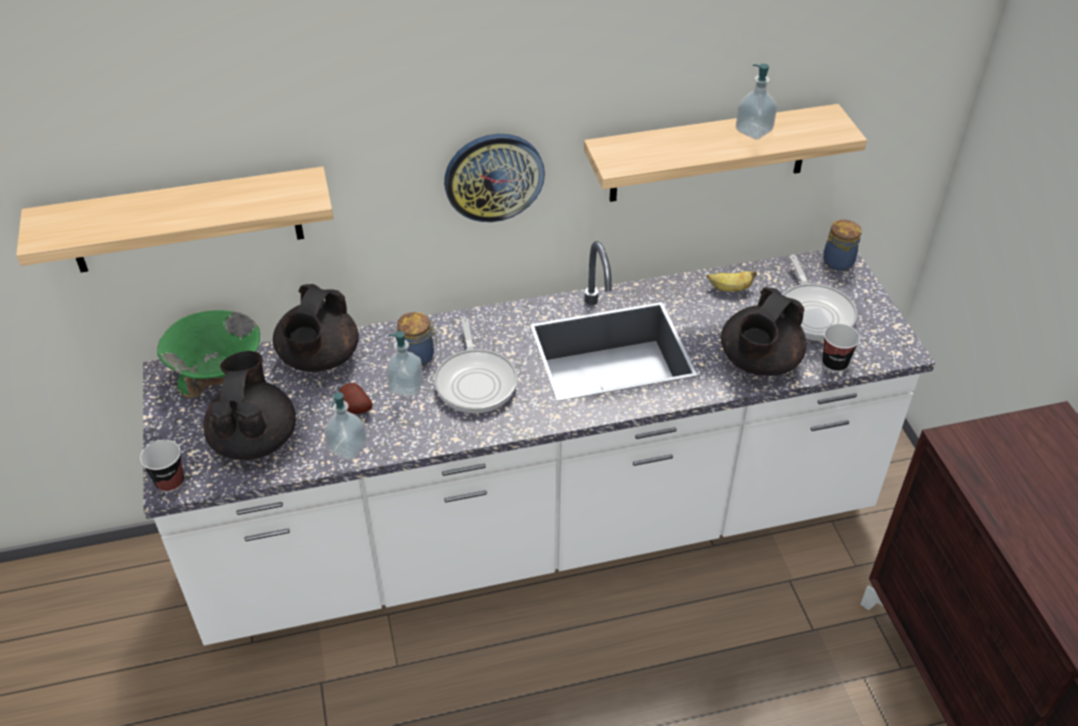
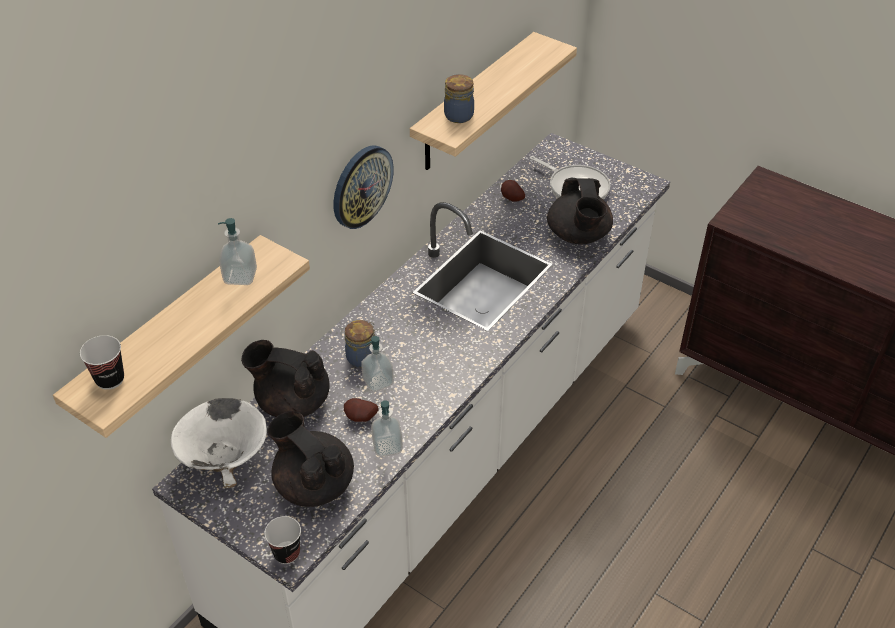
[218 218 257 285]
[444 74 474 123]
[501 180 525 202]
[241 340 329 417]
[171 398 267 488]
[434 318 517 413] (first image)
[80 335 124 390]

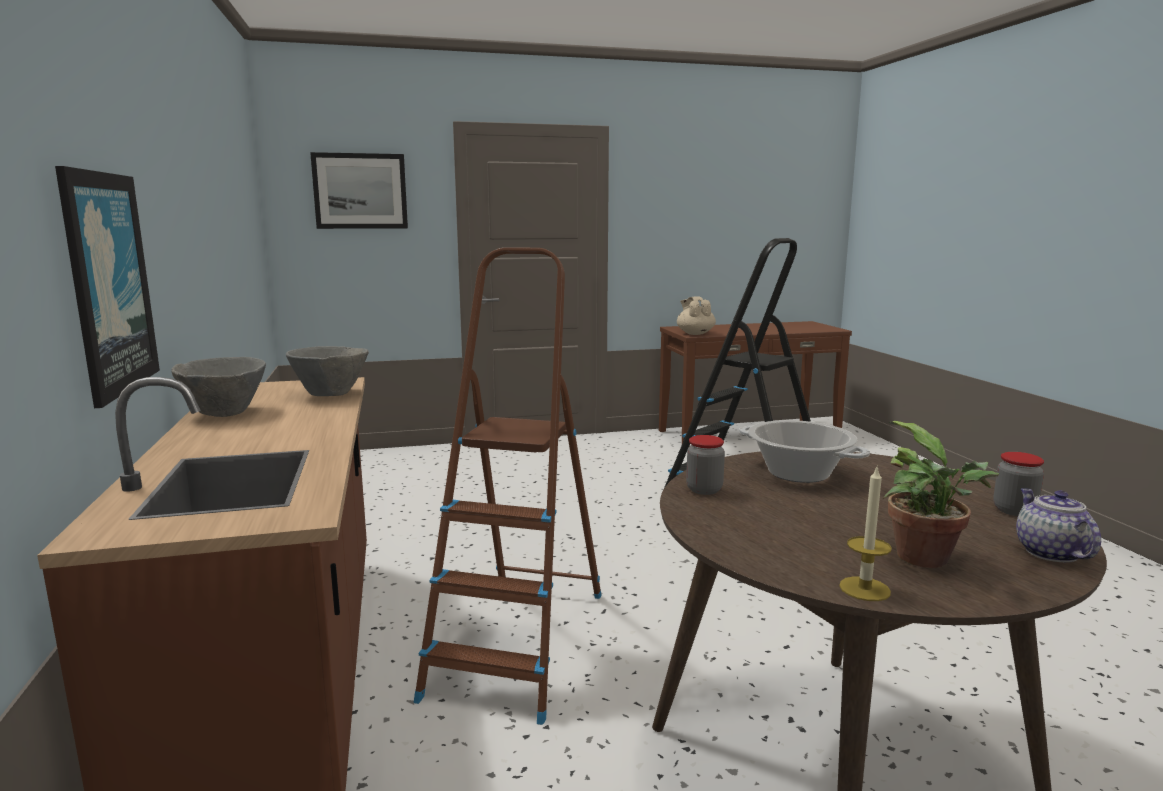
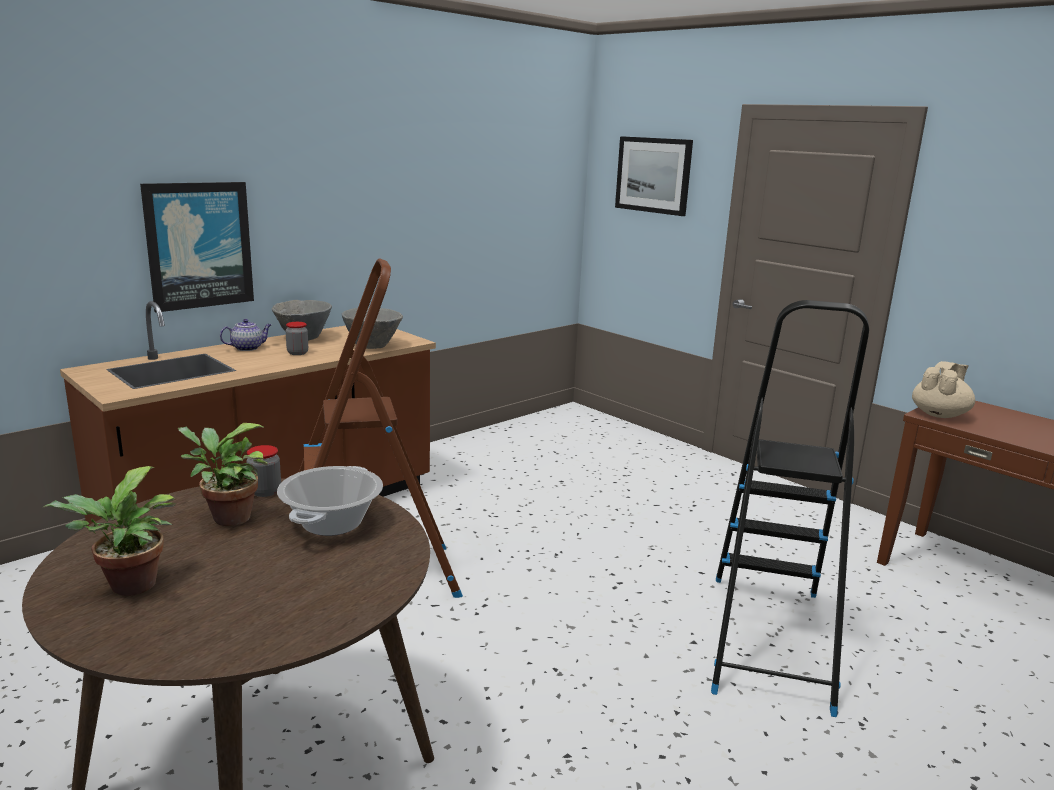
[286 322 308 355]
[839 465 892 601] (first image)
[220 319 271 351]
[178 423 268 526]

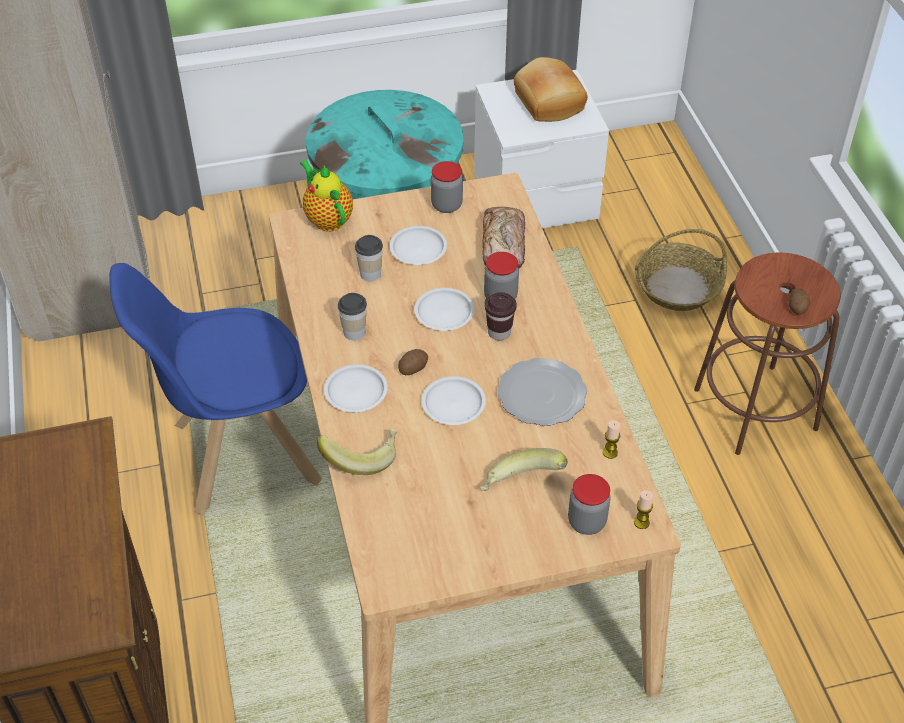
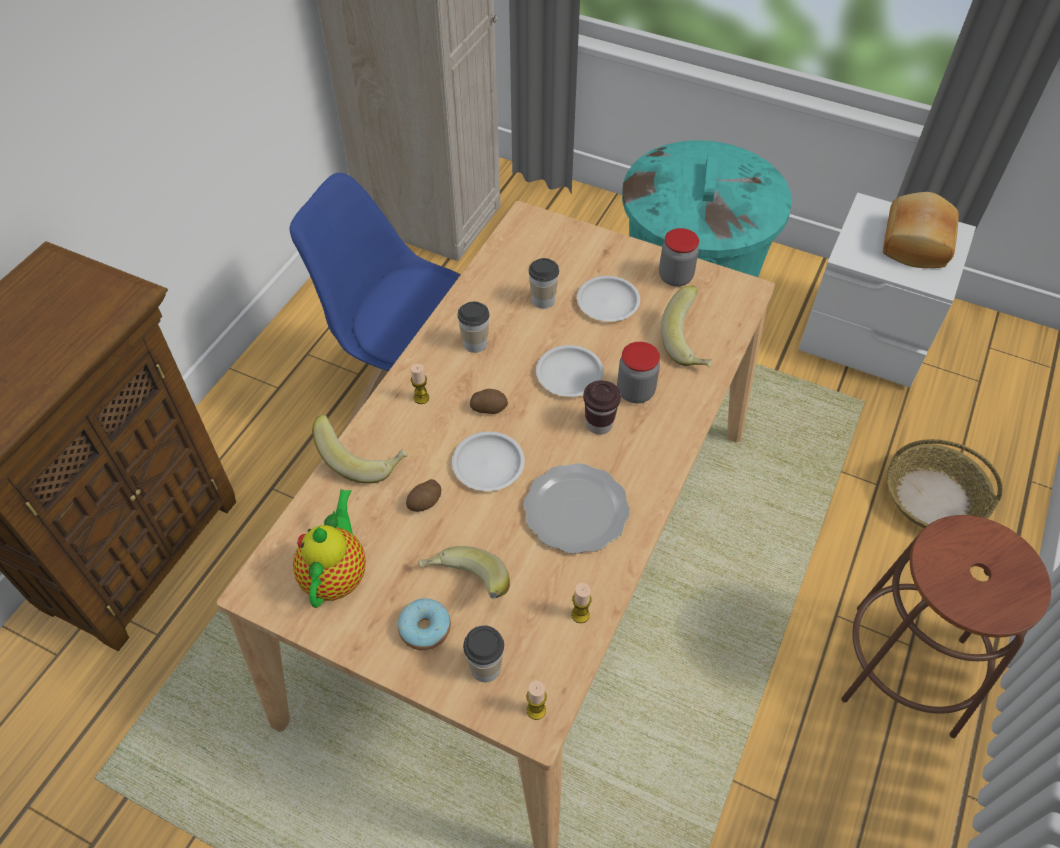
[293 489 366 608]
[661 286 712 367]
[406 479 441 512]
[411 364 429 404]
[463 625 504 682]
[398 598 451 650]

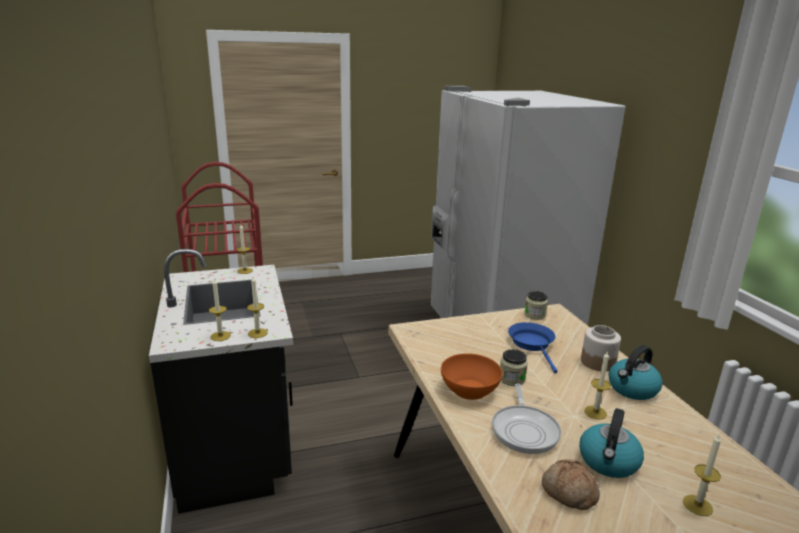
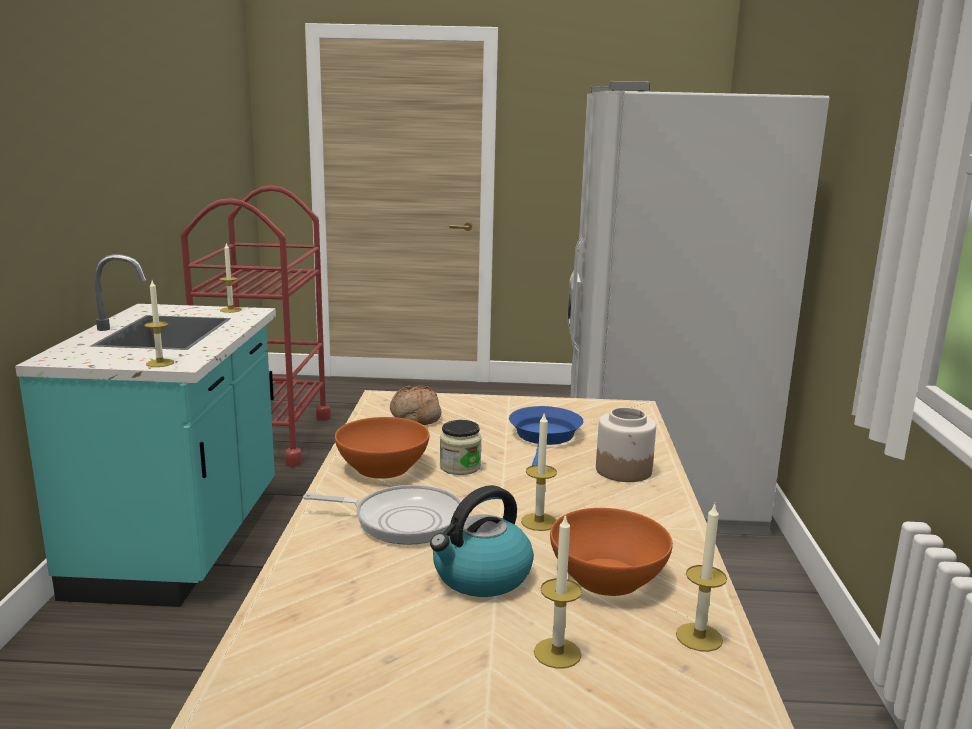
[15 254 276 607]
[676 503 727 652]
[524 291 548 320] (first image)
[609 345 663 400] (first image)
[303 485 461 545]
[390 385 441 425]
[550 508 673 596]

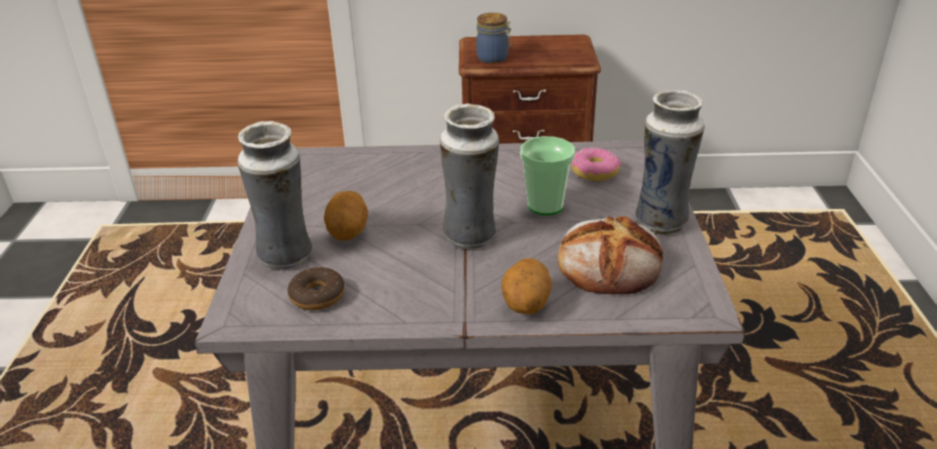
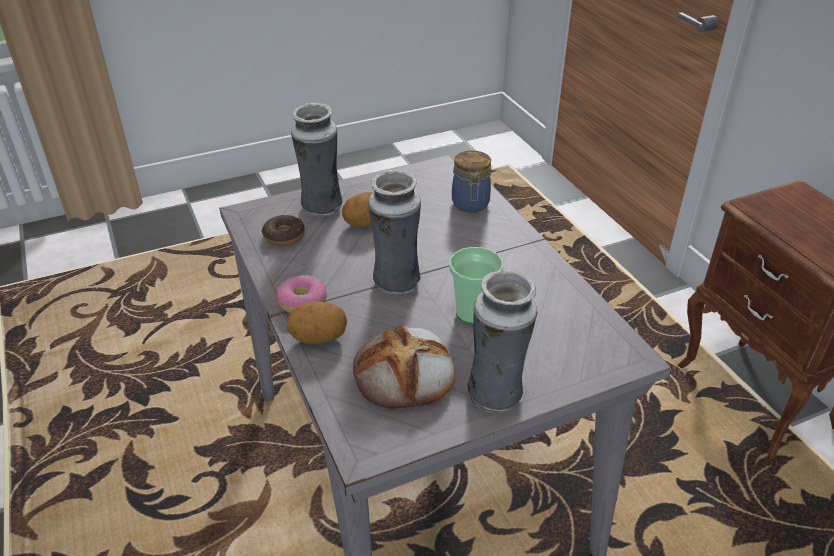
[452 150 491 213]
[276 275 327 313]

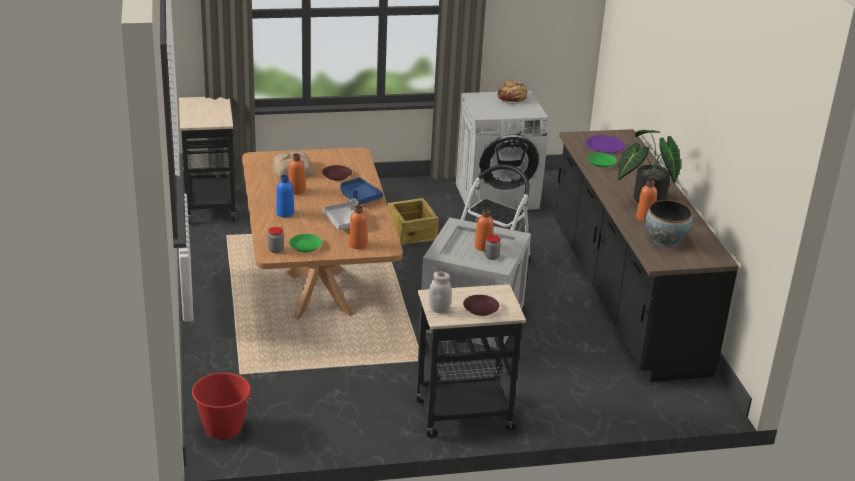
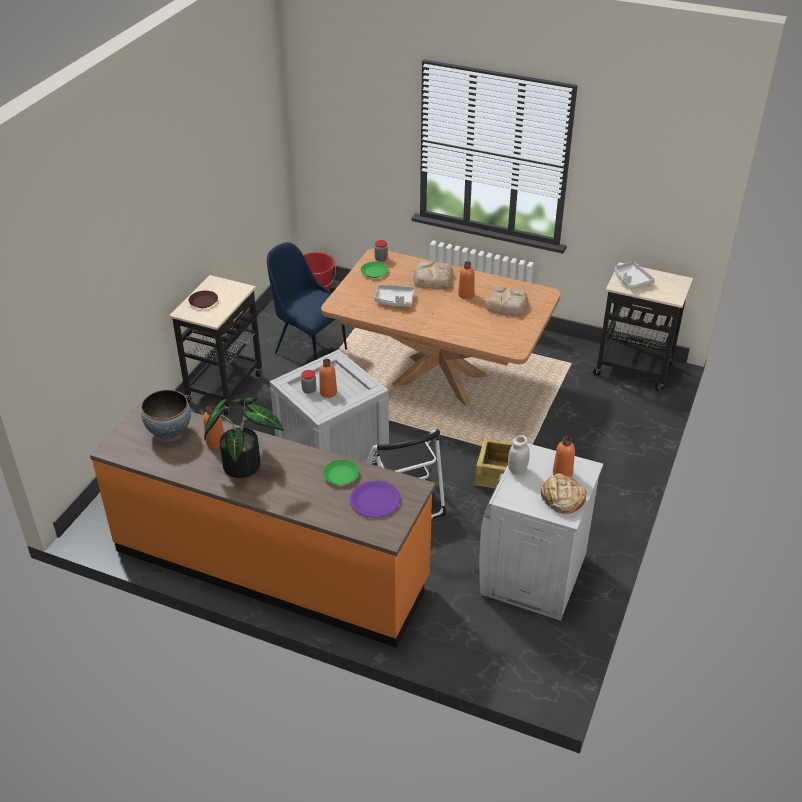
[90 398 436 647]
[322 165 352 181] (first image)
[413 261 453 289]
[340 177 383 205] (first image)
[553 436 575 477]
[508 435 530 475]
[267 242 347 360]
[615 261 655 290]

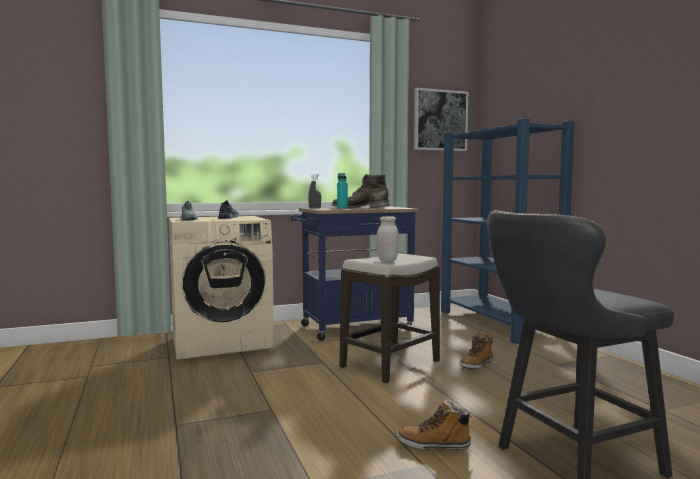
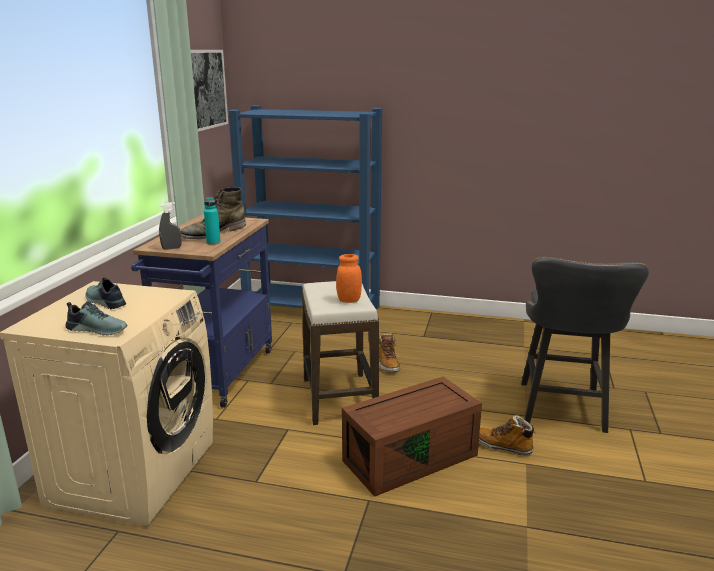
[336 254 362 303]
[479 415 536 456]
[342 376 482 497]

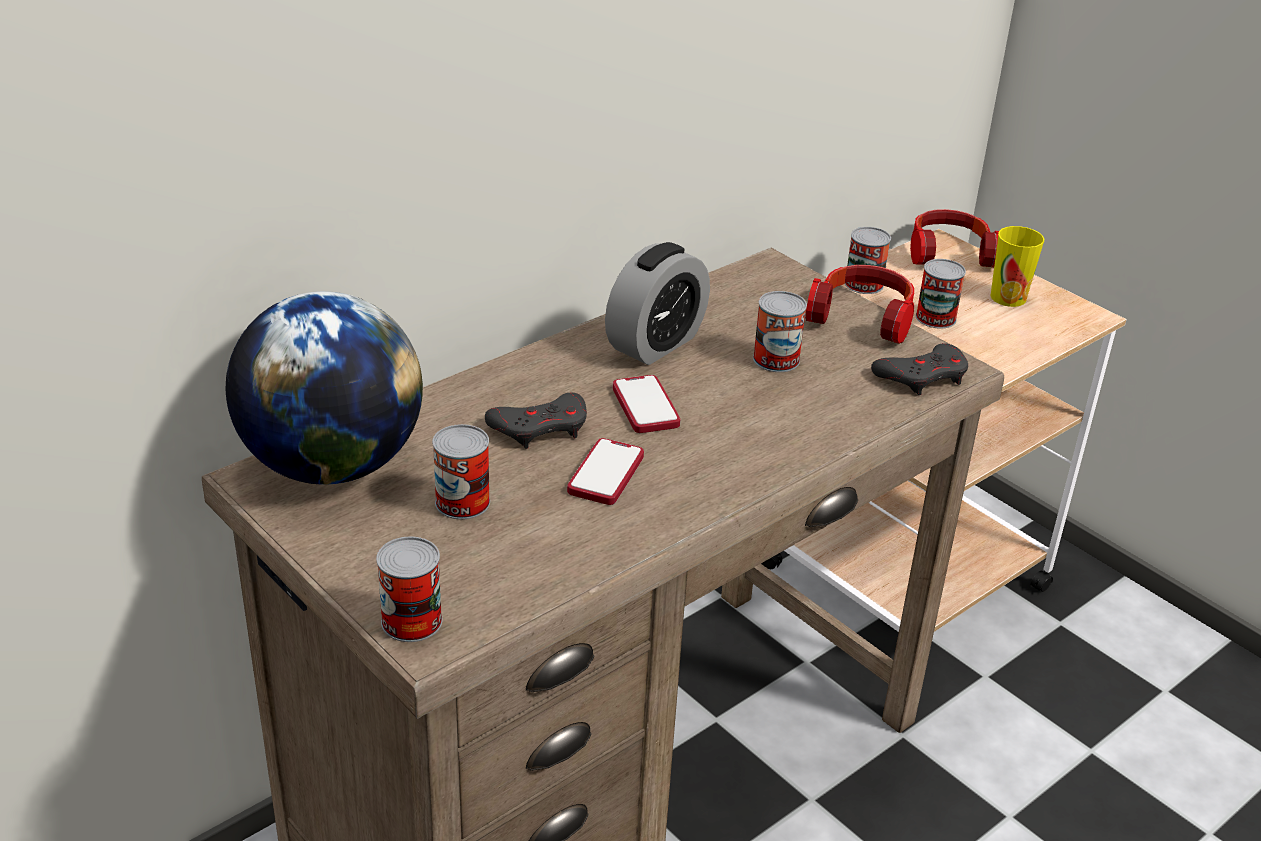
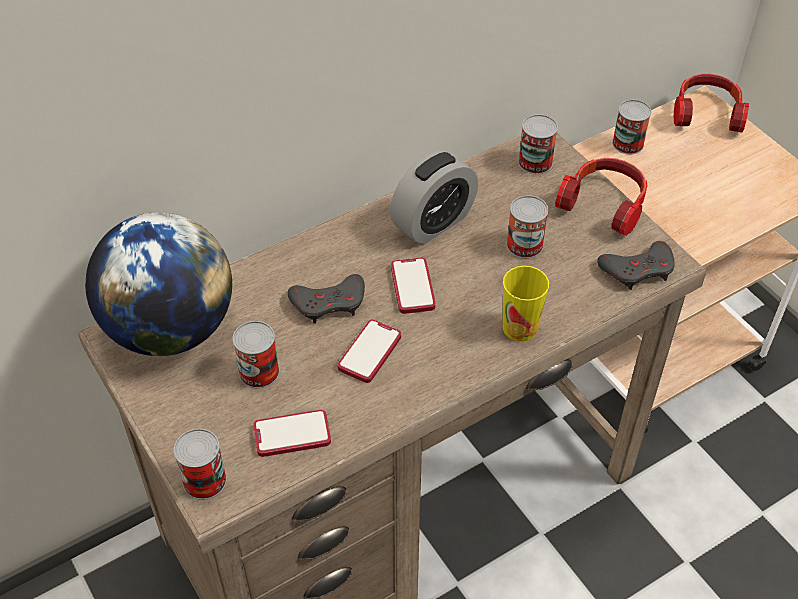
[503 266 549 342]
[518 114 558 174]
[253 410 331 457]

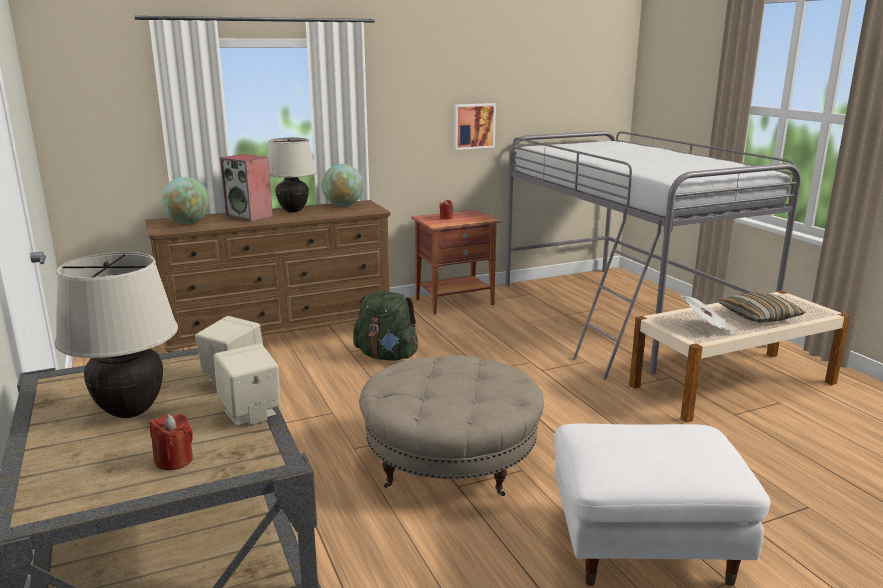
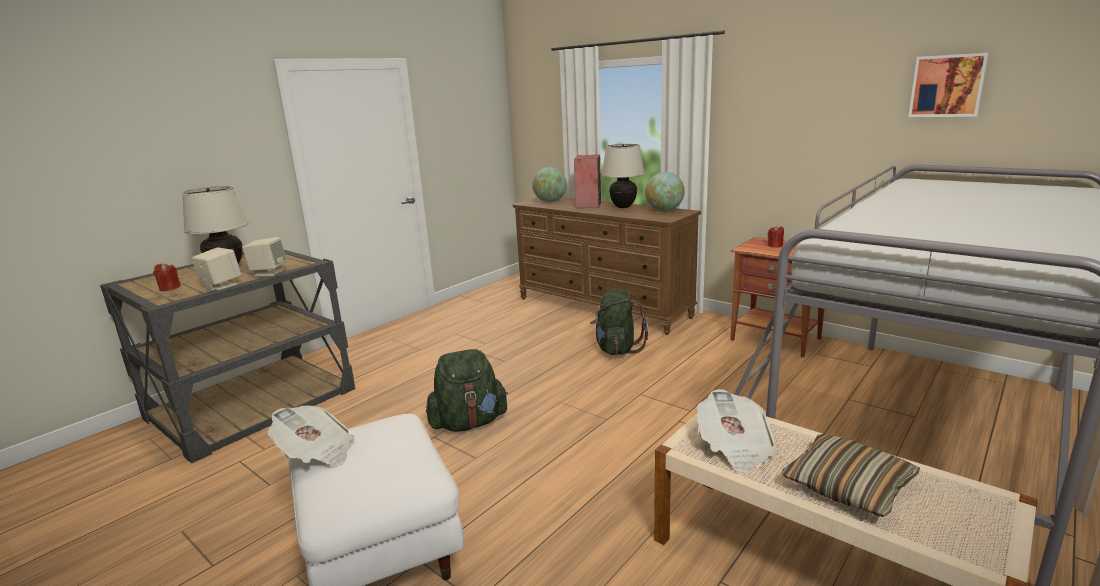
[908 53 989 117]
[426 349 508 432]
[268 406 355 466]

